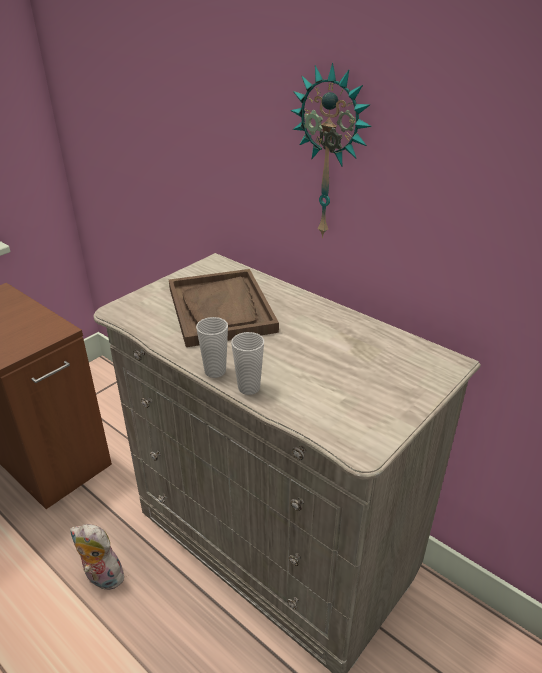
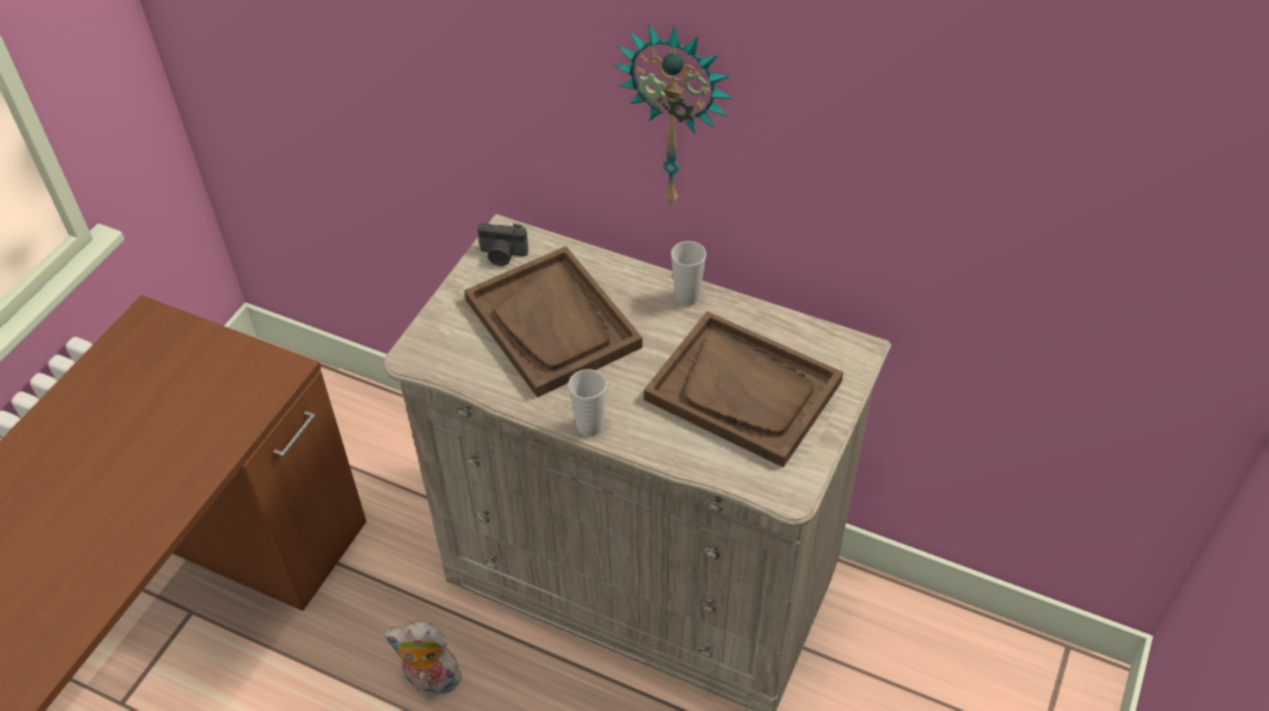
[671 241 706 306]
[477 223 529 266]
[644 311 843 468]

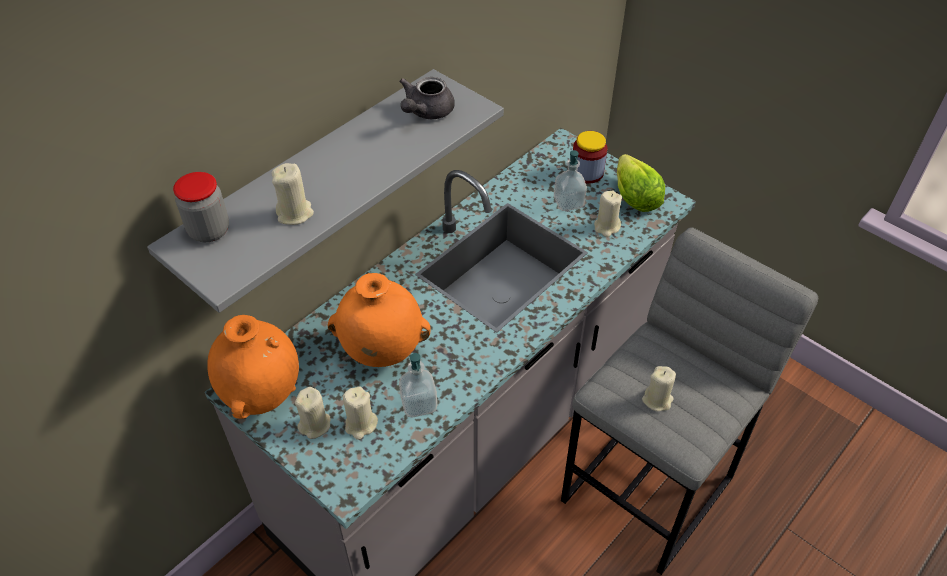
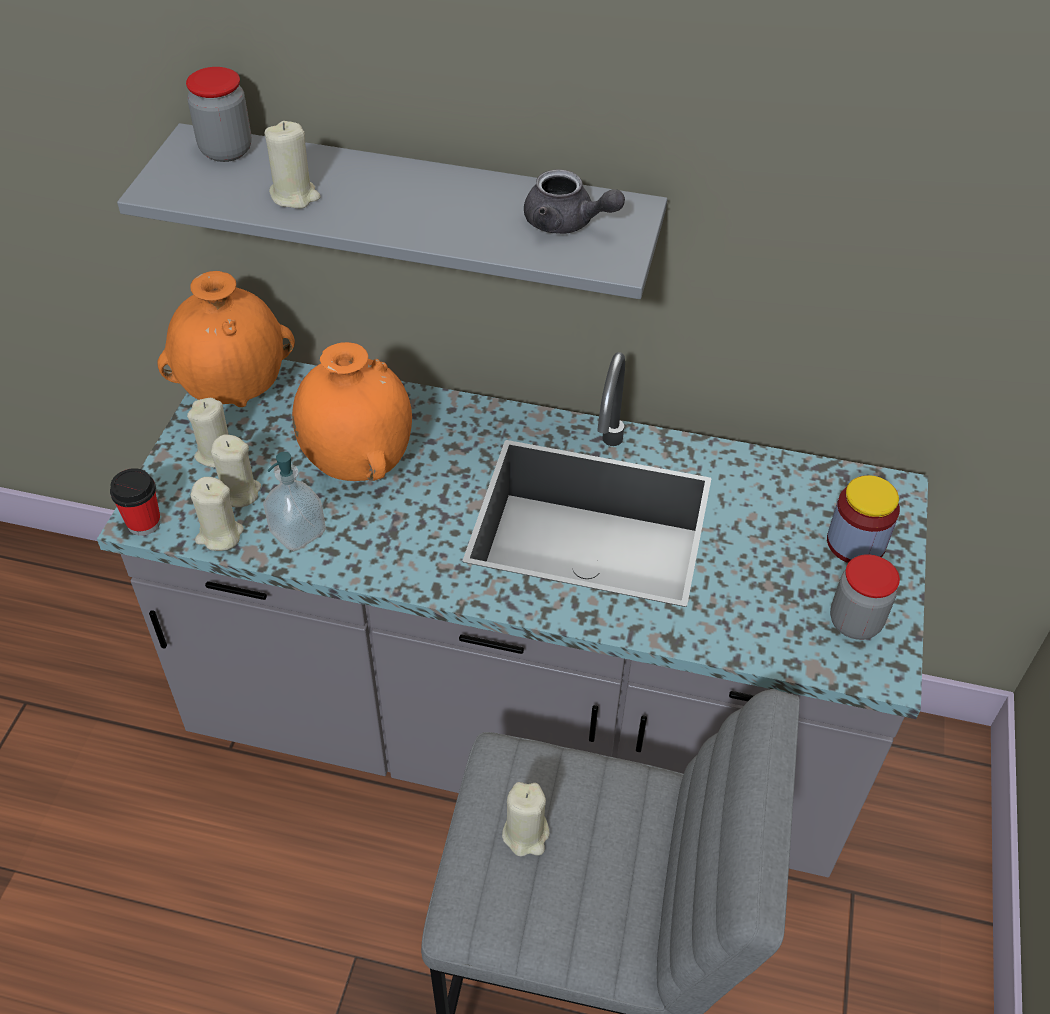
[524 170 625 234]
[554 150 587 211] (first image)
[830 554 900 640]
[191 477 244 551]
[110 468 161 536]

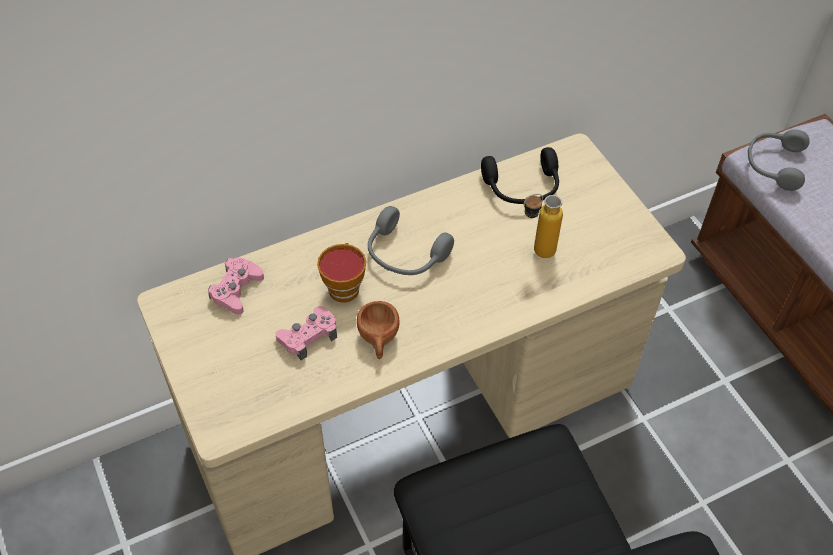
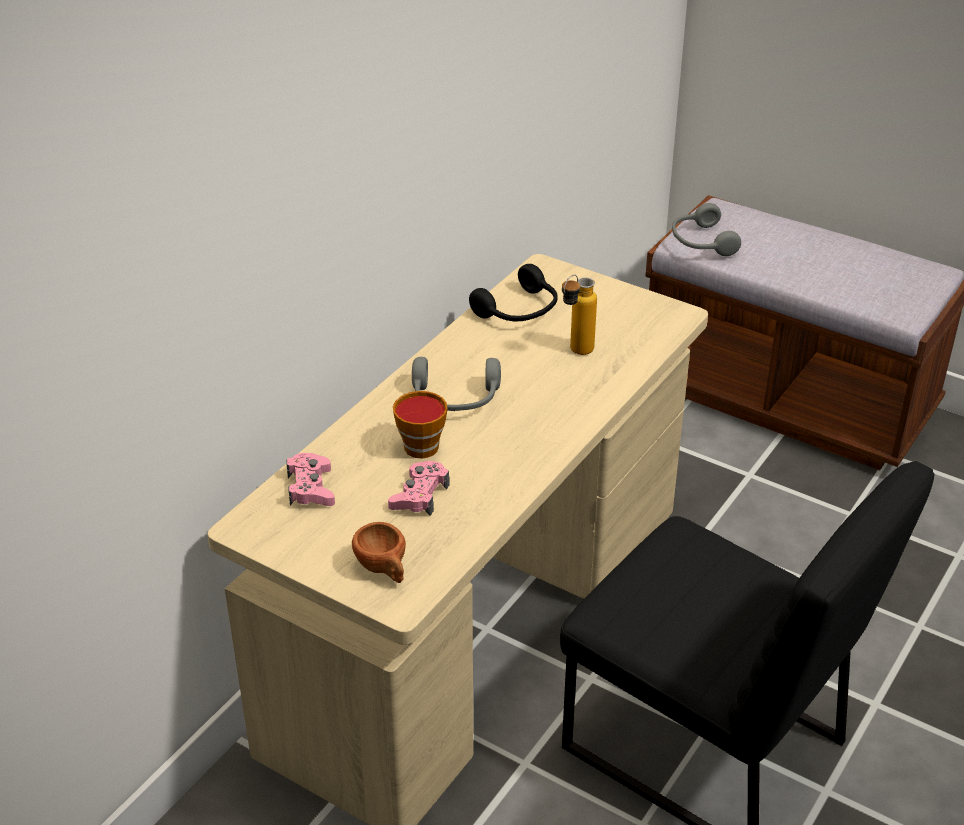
[352 522 406 583]

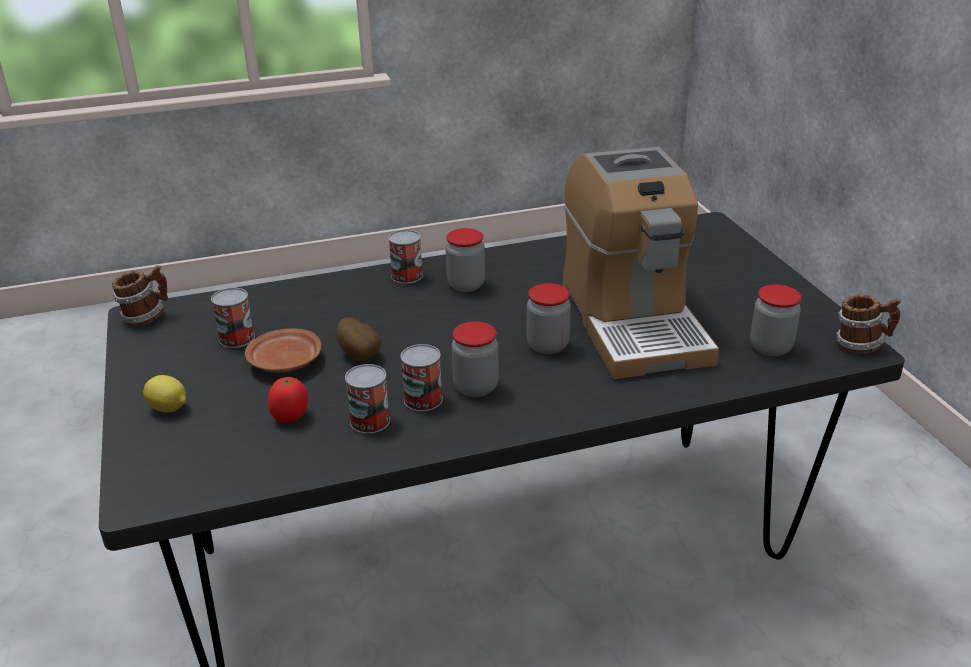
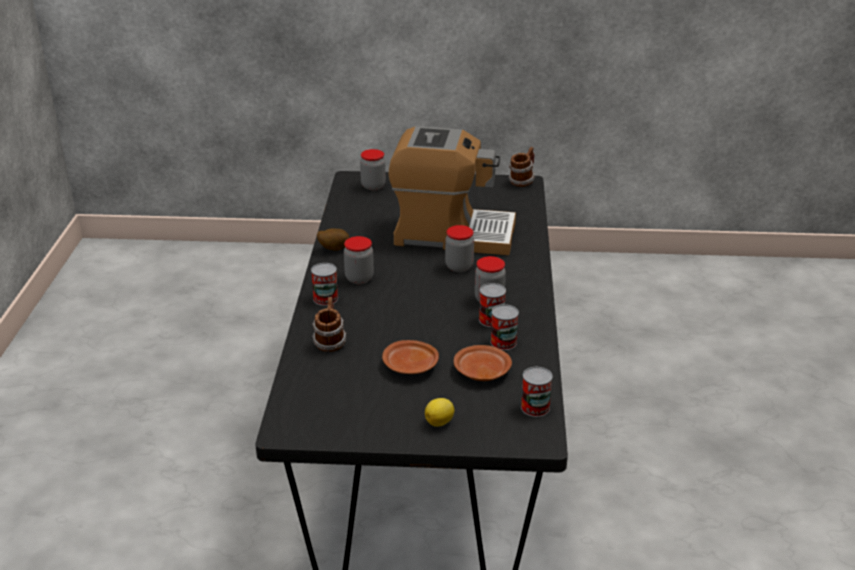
[312 297 347 352]
[360 149 386 190]
[521 367 553 417]
[317 229 349 250]
[454 345 512 381]

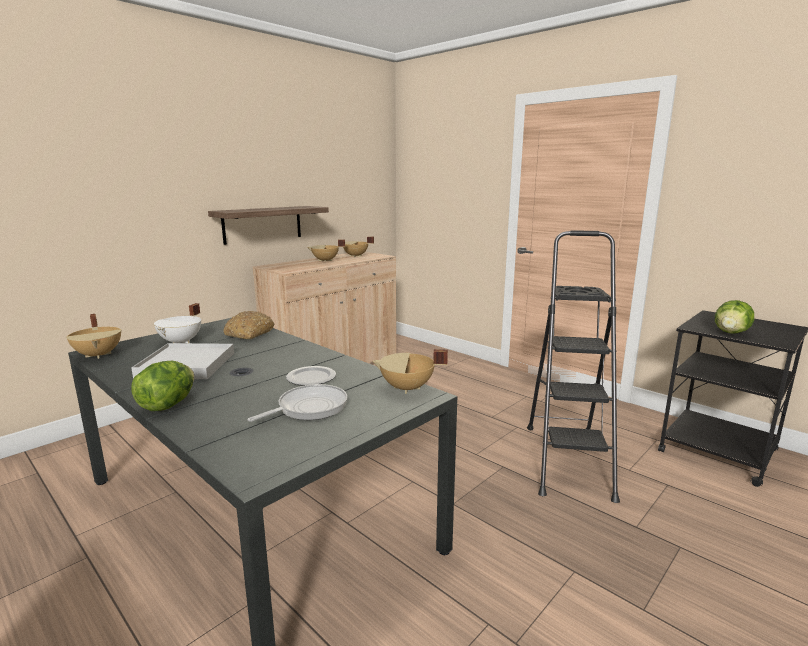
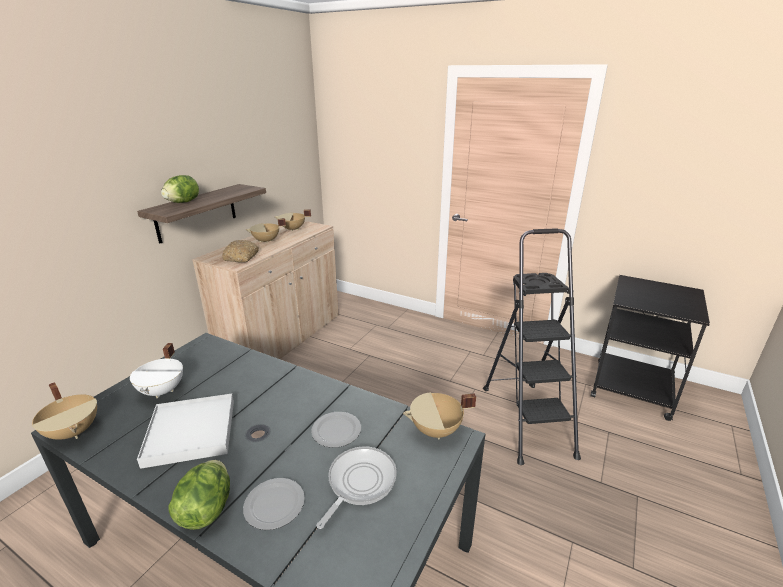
[161 175 199 203]
[222 240 259 262]
[243 478 305 530]

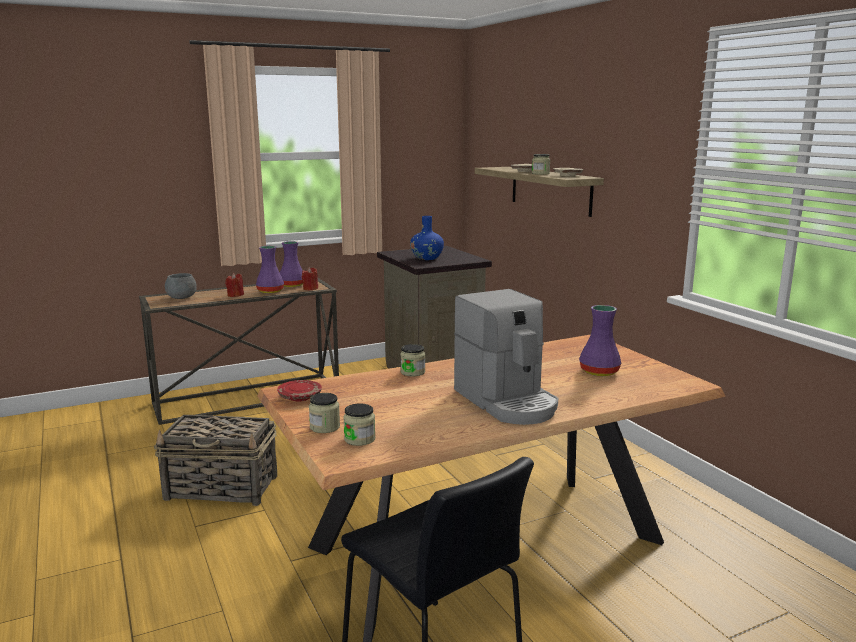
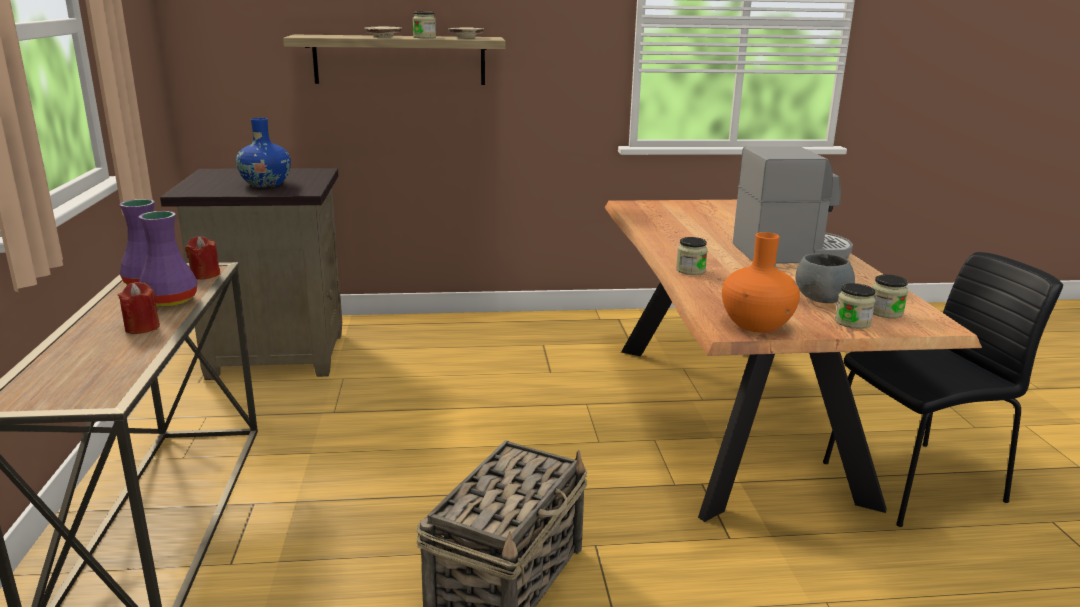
[795 253 855 303]
[579 305 621 376] (first image)
[722 232 800 333]

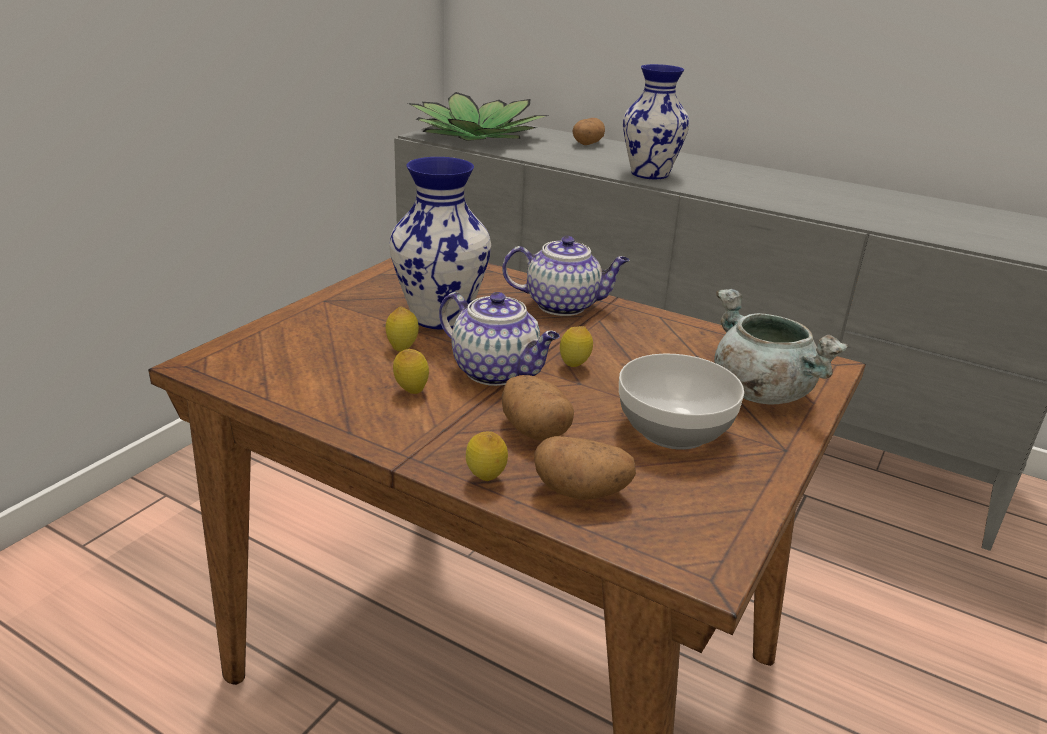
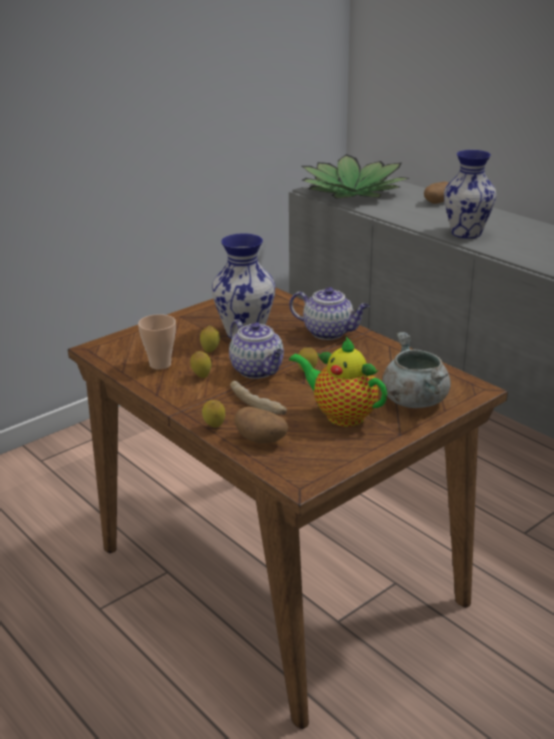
[289 337 387 427]
[230 381 287 415]
[138 314 176 370]

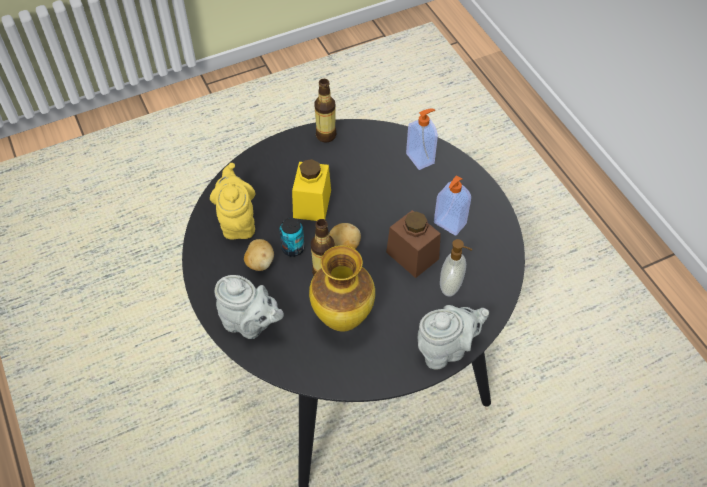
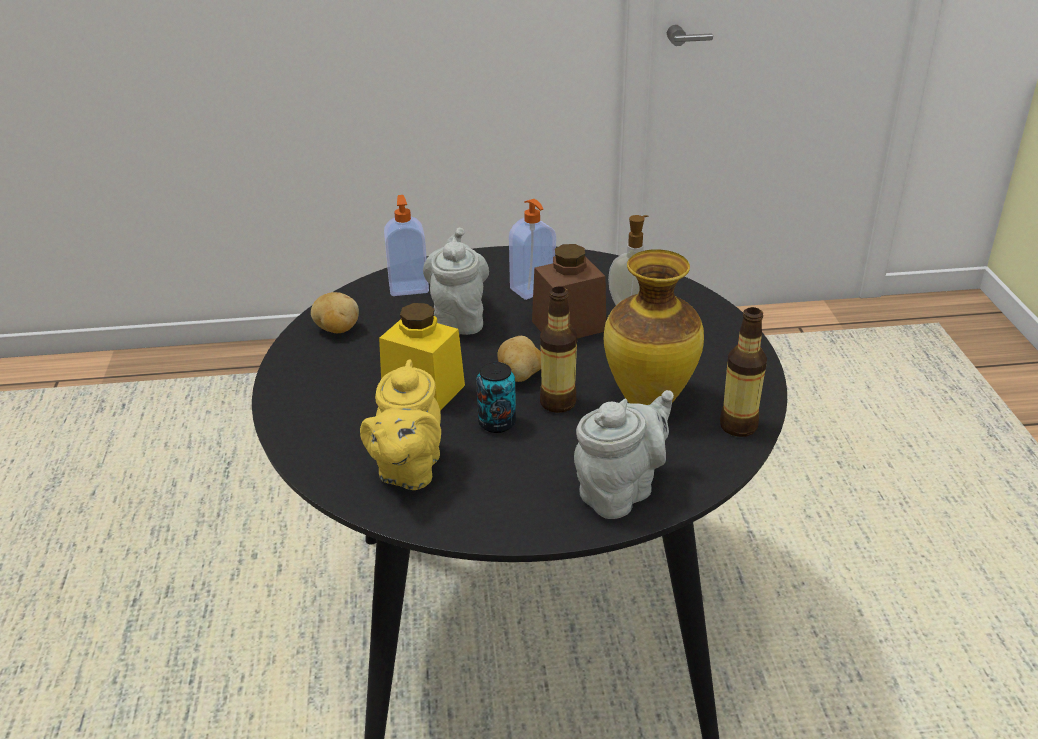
[720 307 767 437]
[360 359 441 490]
[311 292 359 333]
[423 228 489 335]

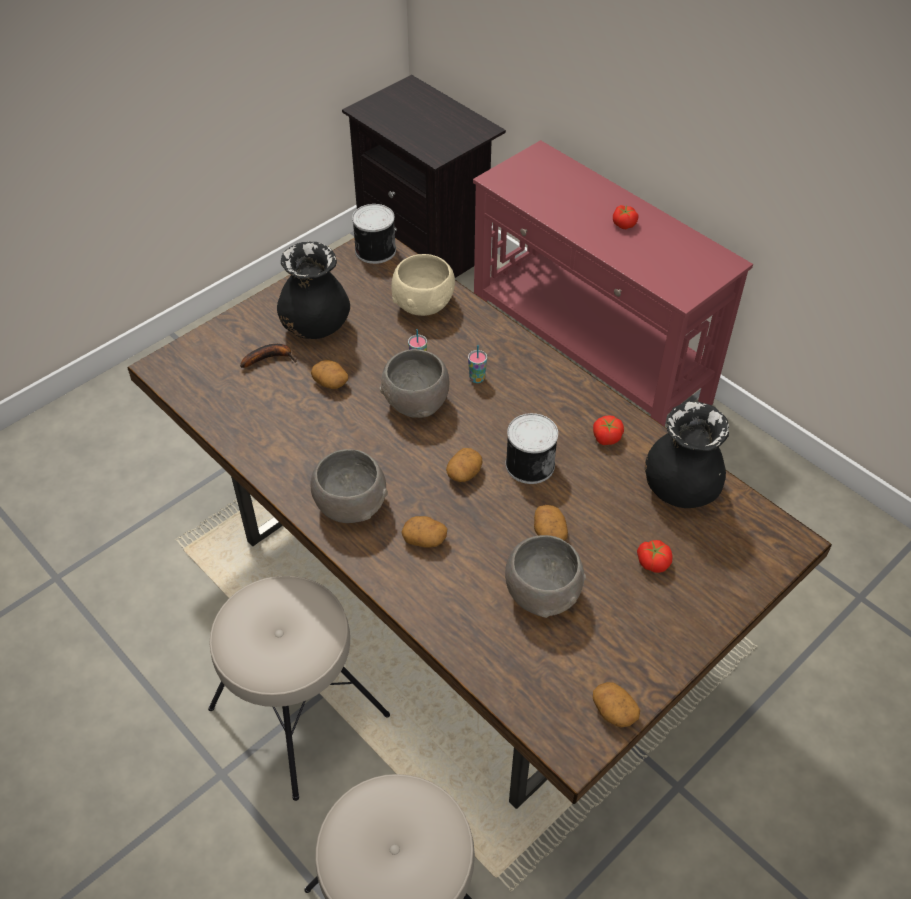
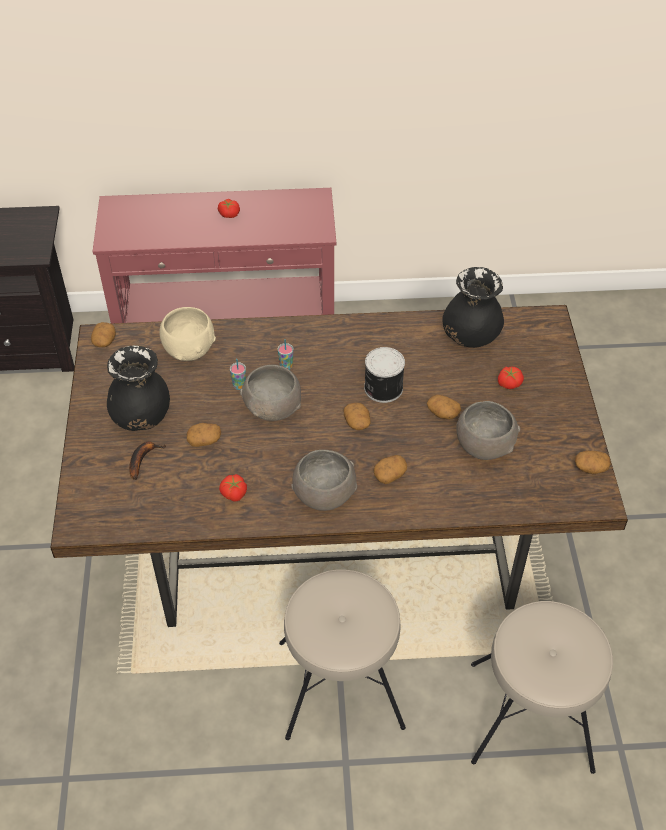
[91 322 116 347]
[219 474 247 502]

